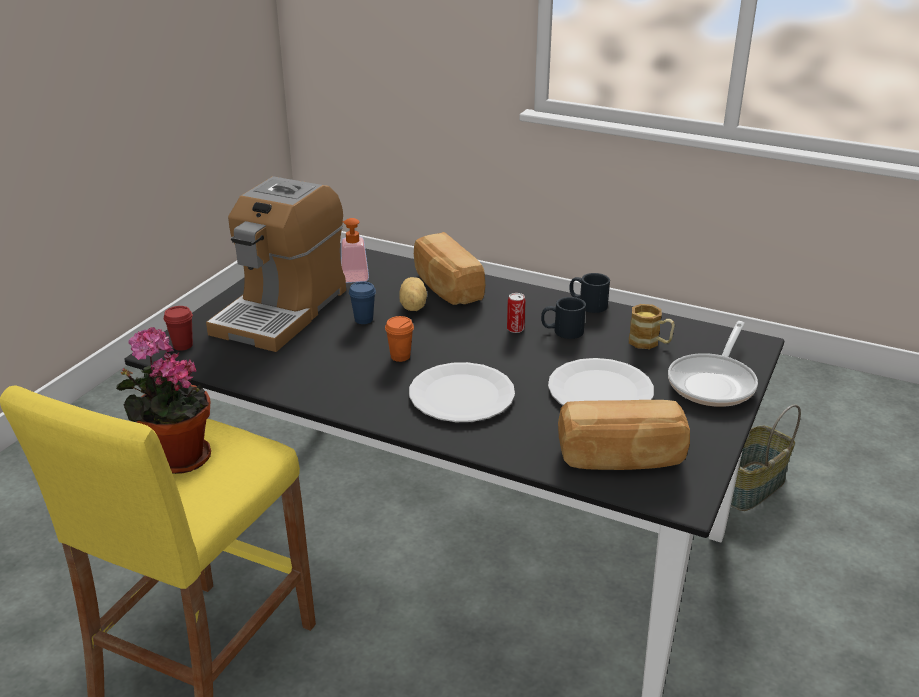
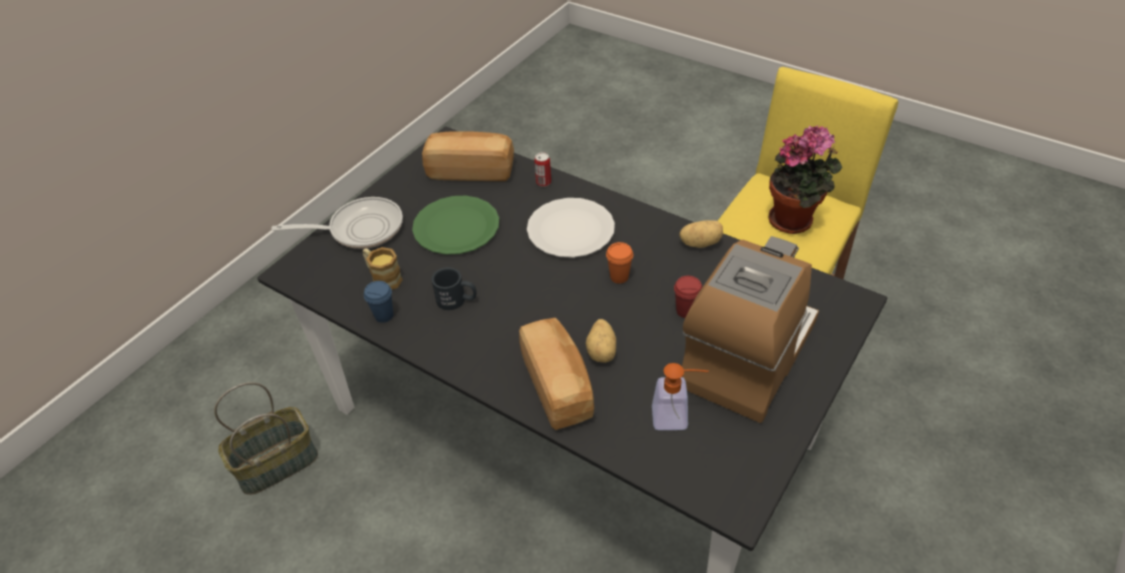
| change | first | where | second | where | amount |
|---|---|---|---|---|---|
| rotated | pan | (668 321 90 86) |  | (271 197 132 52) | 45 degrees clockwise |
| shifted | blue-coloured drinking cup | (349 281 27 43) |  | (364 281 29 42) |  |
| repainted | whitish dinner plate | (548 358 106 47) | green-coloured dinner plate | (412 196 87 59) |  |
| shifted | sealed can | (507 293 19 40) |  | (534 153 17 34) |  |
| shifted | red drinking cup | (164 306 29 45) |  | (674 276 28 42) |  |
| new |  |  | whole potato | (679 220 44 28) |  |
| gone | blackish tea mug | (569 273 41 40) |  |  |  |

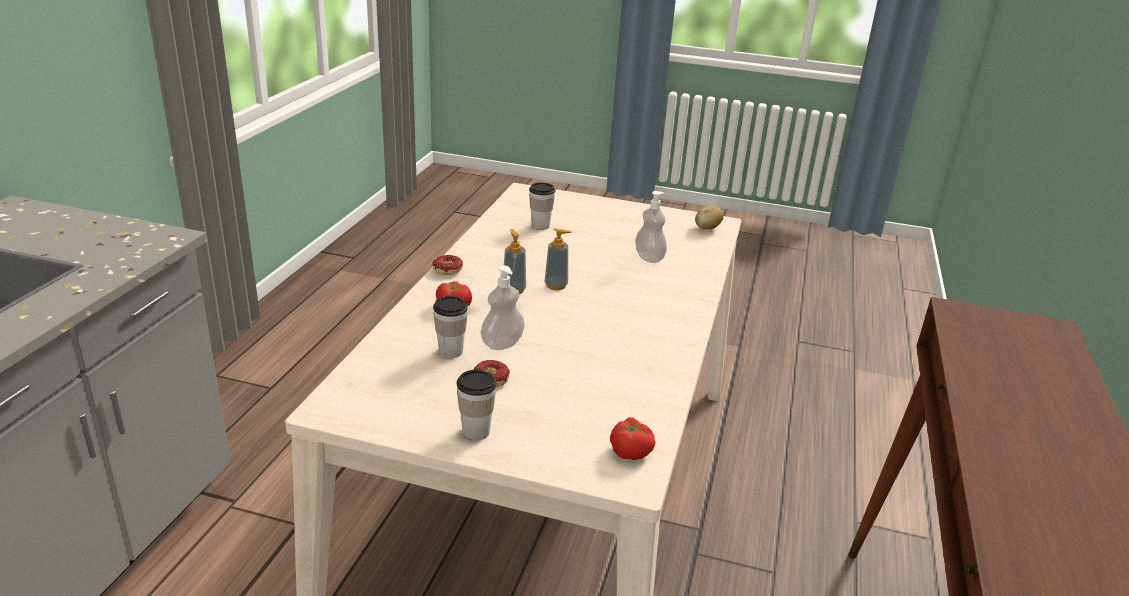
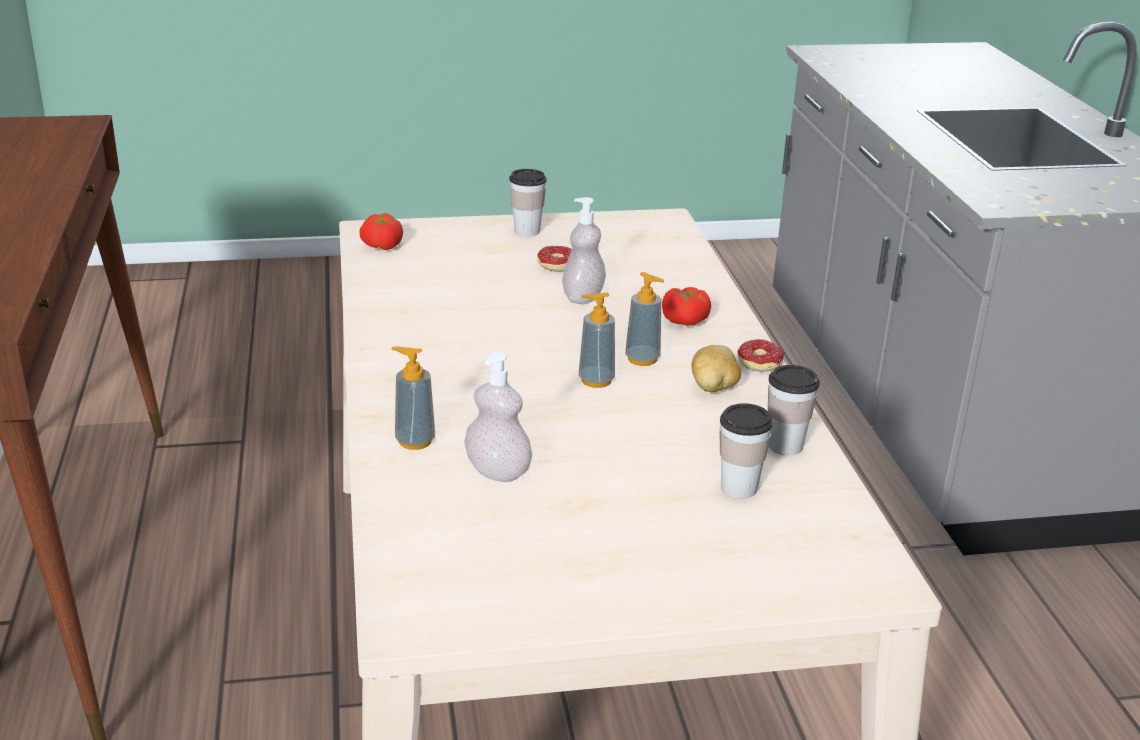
| change | first | where | second | where | amount |
|---|---|---|---|---|---|
| new |  |  | liquid soap bottle | (391 346 44 104) |  |
| shifted | whole potato | (695 206 29 24) |  | (692 345 49 47) |  |
| shifted | drinking cup | (433 296 35 62) |  | (768 365 52 90) |  |

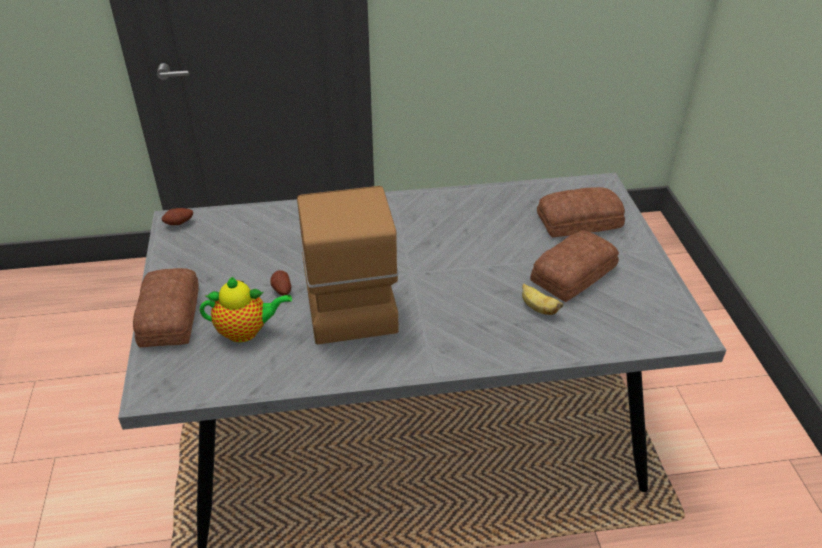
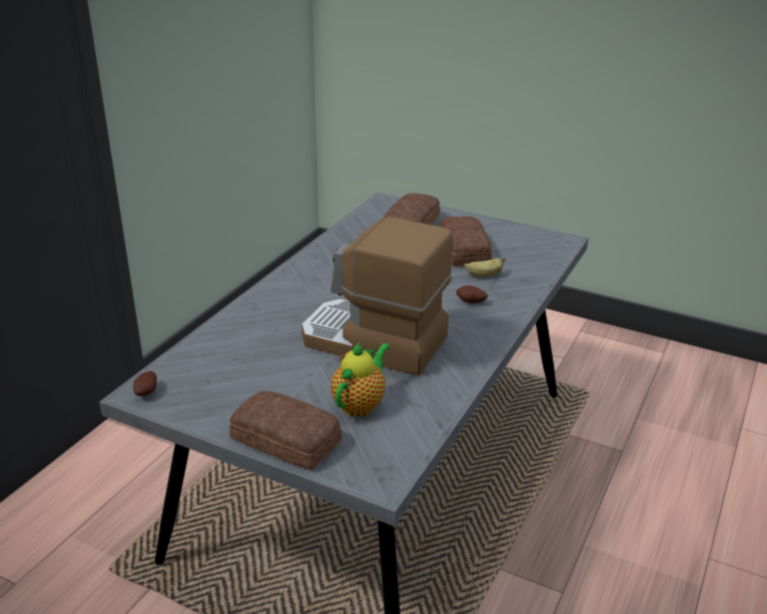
| change | first | where | second | where | amount |
|---|---|---|---|---|---|
| shifted | whole potato | (271 270 20 25) |  | (456 285 32 18) |  |

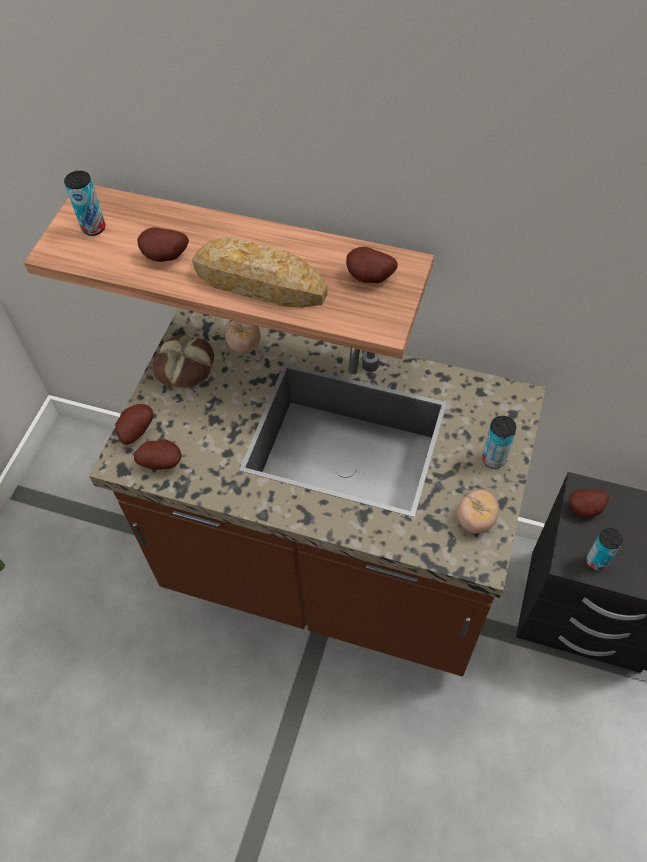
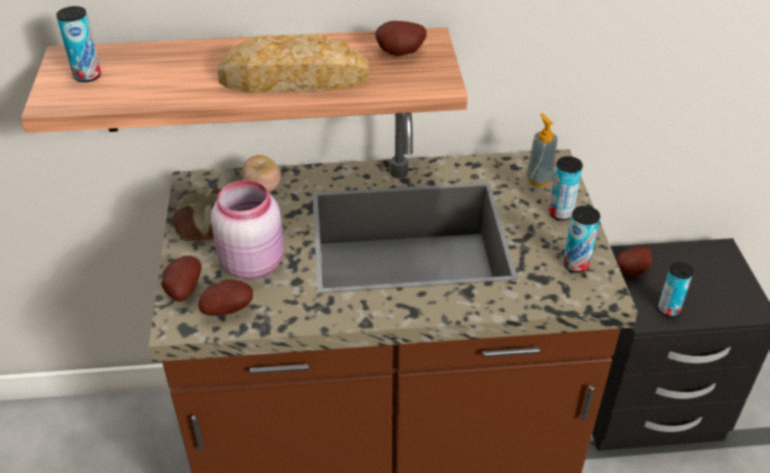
| change | first | where | second | where | amount |
|---|---|---|---|---|---|
| new |  |  | pink storage jar | (211 180 73 99) |  |
| new |  |  | liquid soap bottle | (526 113 32 74) |  |
| swapped | fresh tomato | (457 490 42 44) | sealed can | (563 206 37 67) |  |
| gone | whole potato | (137 227 52 35) |  |  |  |

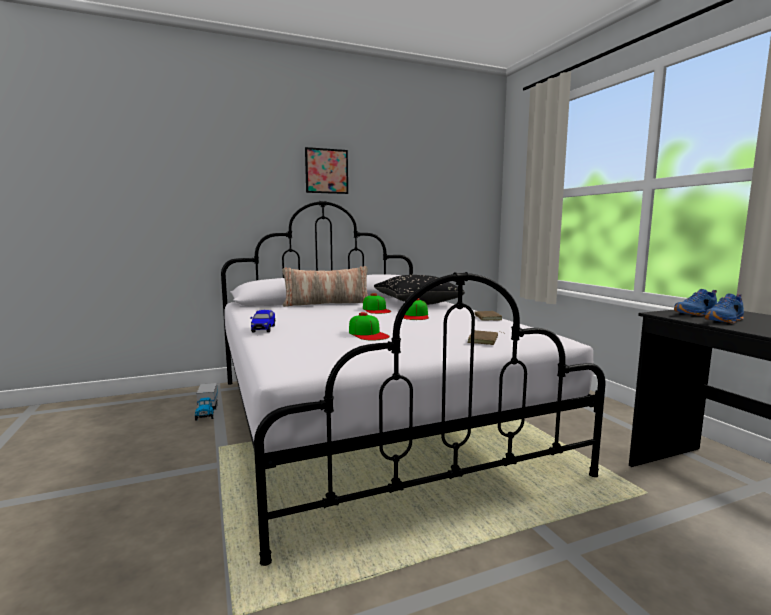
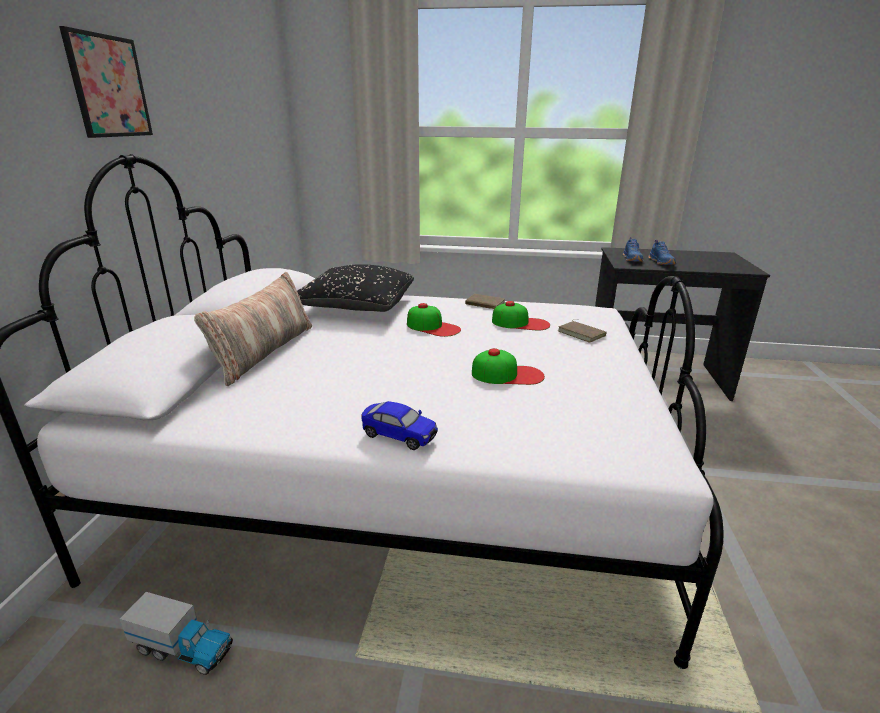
| change | first | where | second | where | amount |
|---|---|---|---|---|---|
| shifted | baseball cap | (363 293 28 21) |  | (492 301 58 29) |  |

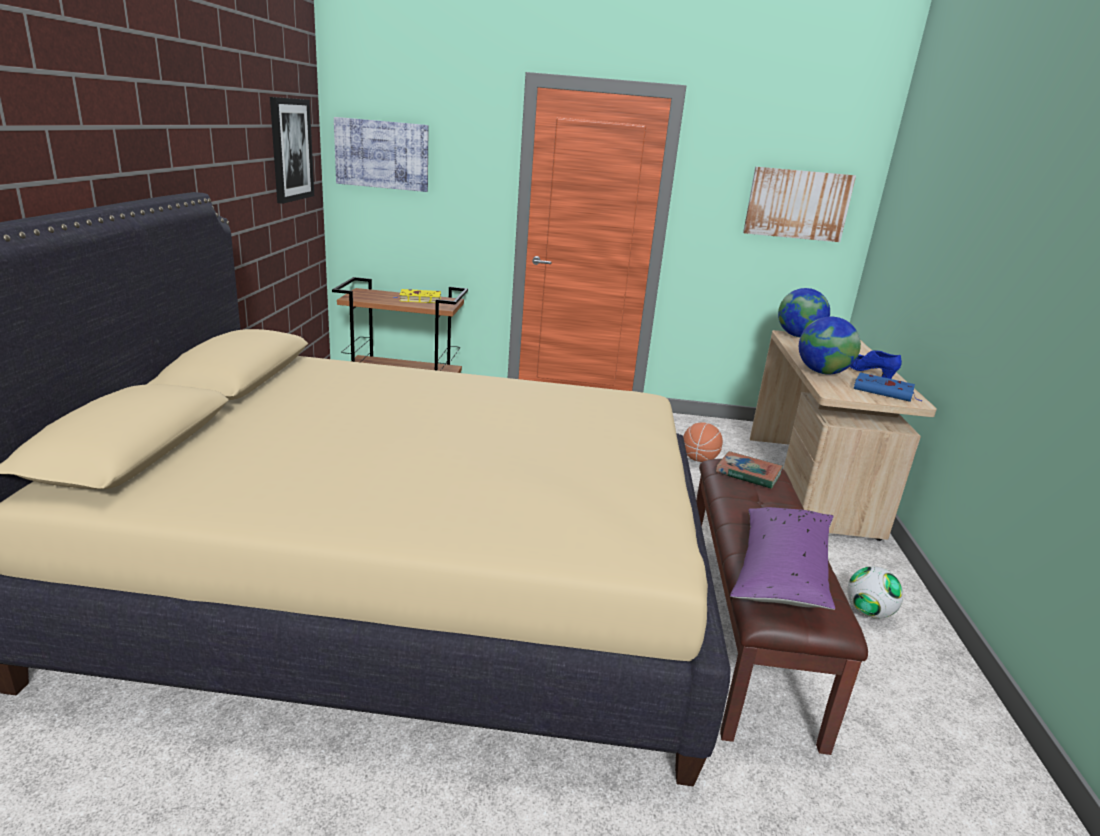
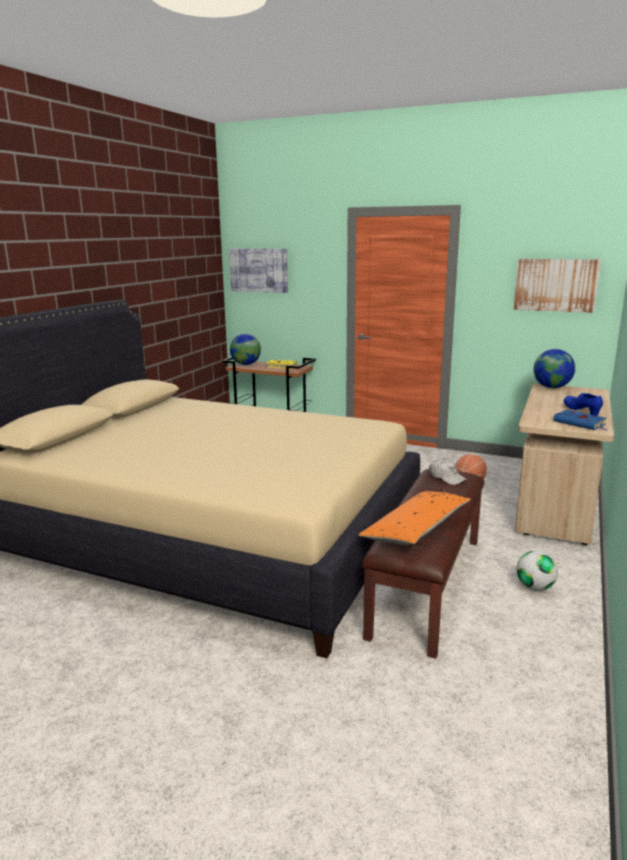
| change | first | where | second | where | amount |
|---|---|---|---|---|---|
| shifted | globe | (799 317 62 57) |  | (230 334 31 31) |  |
| repainted | purple cushion | (730 507 105 103) | orange cushion | (358 491 113 54) |  |
| swapped | bound book | (716 451 67 38) | whitish baseball cap | (429 458 38 27) |  |
| gone | picture | (270 97 44 107) |  |  |  |

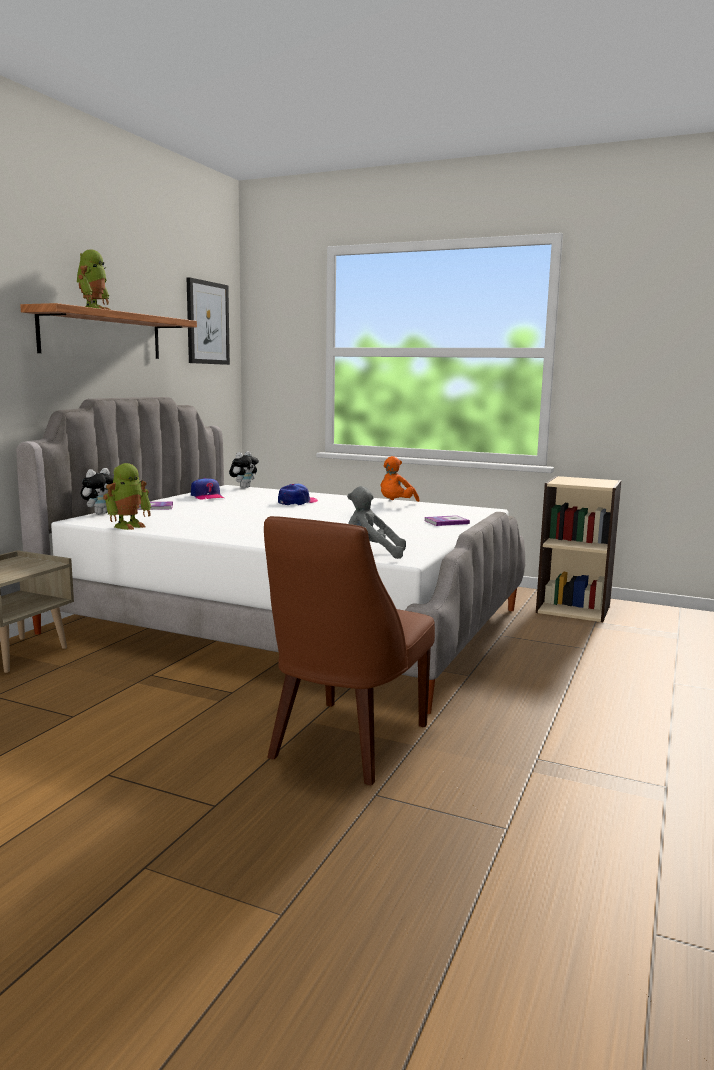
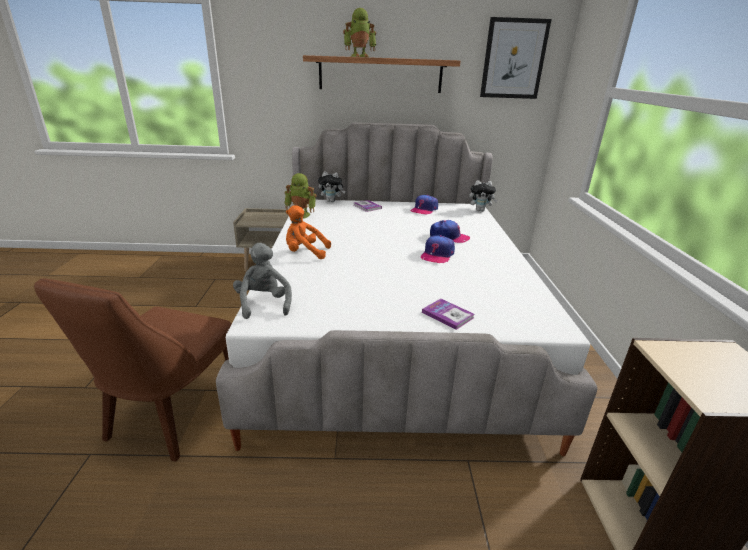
| change | first | where | second | where | amount |
|---|---|---|---|---|---|
| rotated | brownish plain chair | (264 516 171 269) |  | (34 278 197 184) | 75 degrees counterclockwise |
| shifted | orange cuddly toy | (380 456 40 46) |  | (286 205 45 54) |  |
| new |  |  | baseball cap | (421 235 34 29) |  |

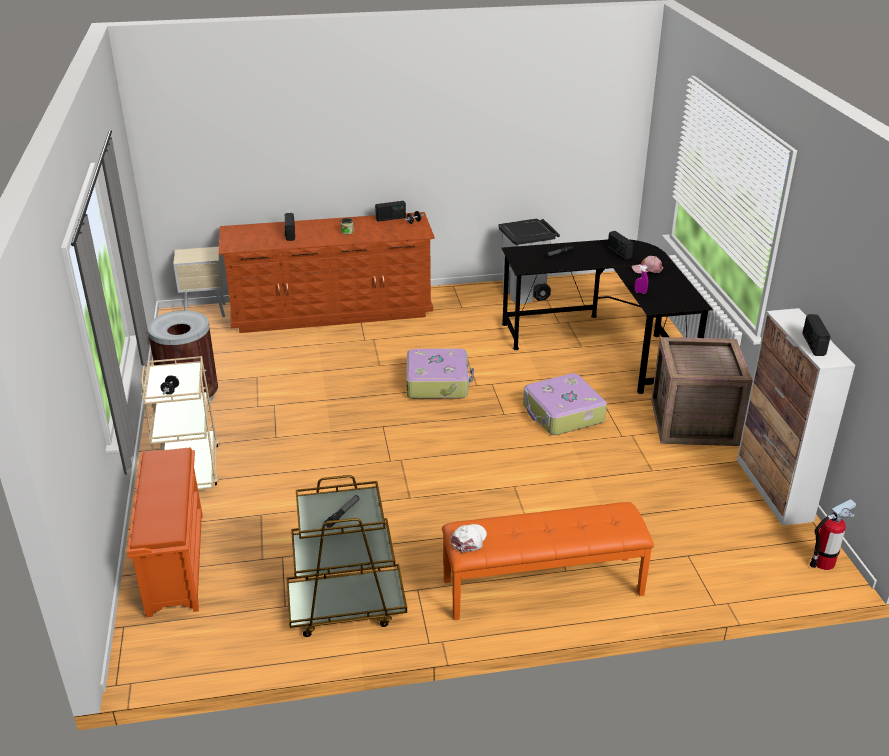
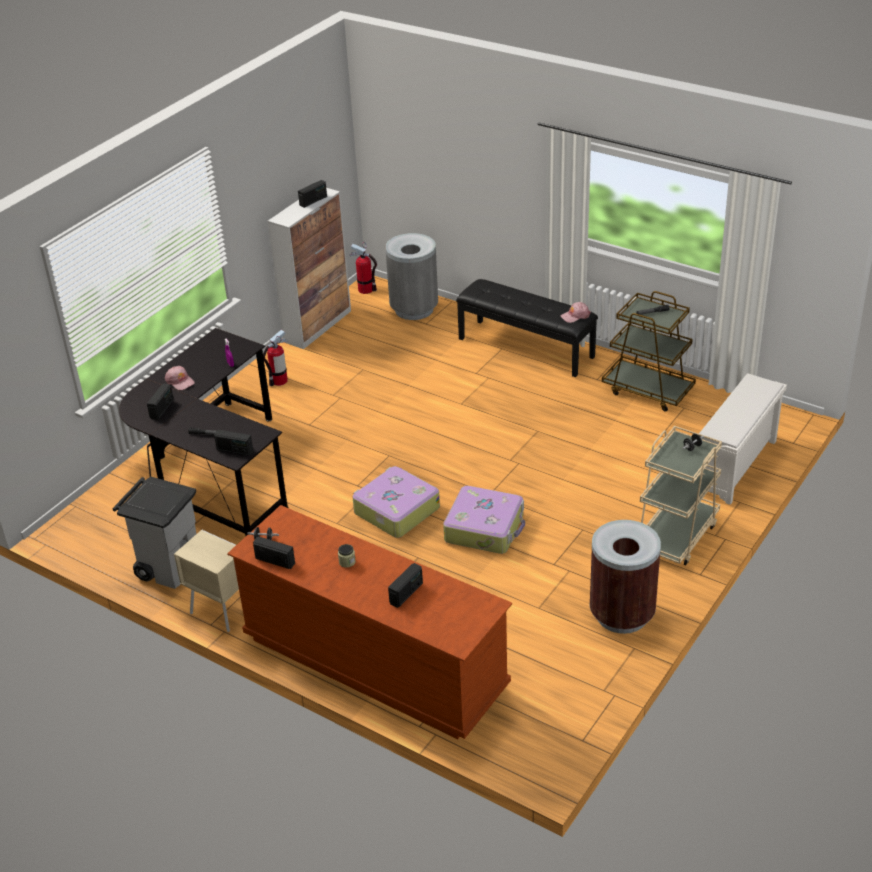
| change | first | where | second | where | amount |
|---|---|---|---|---|---|
| shifted | beige bedside table | (173 247 52 71) |  | (174 530 65 102) |  |
| new |  |  | radio set | (214 430 39 26) |  |
| swapped | crate | (651 337 102 109) | fire extinguisher | (263 330 25 56) |  |
| new |  |  | gray trash can | (385 233 53 87) |  |
| shifted | suitcase | (523 373 84 62) |  | (443 486 82 68) |  |
| repainted | orange indoor bench | (442 502 212 118) | blackish indoor bench | (456 279 142 98) |  |
| repainted | whitish baseball cap | (450 524 37 29) | pink baseball cap | (561 302 30 21) |  |
| repainted | orange shoe rack | (127 448 76 170) | whitish shoe rack | (699 373 88 132) |  |

